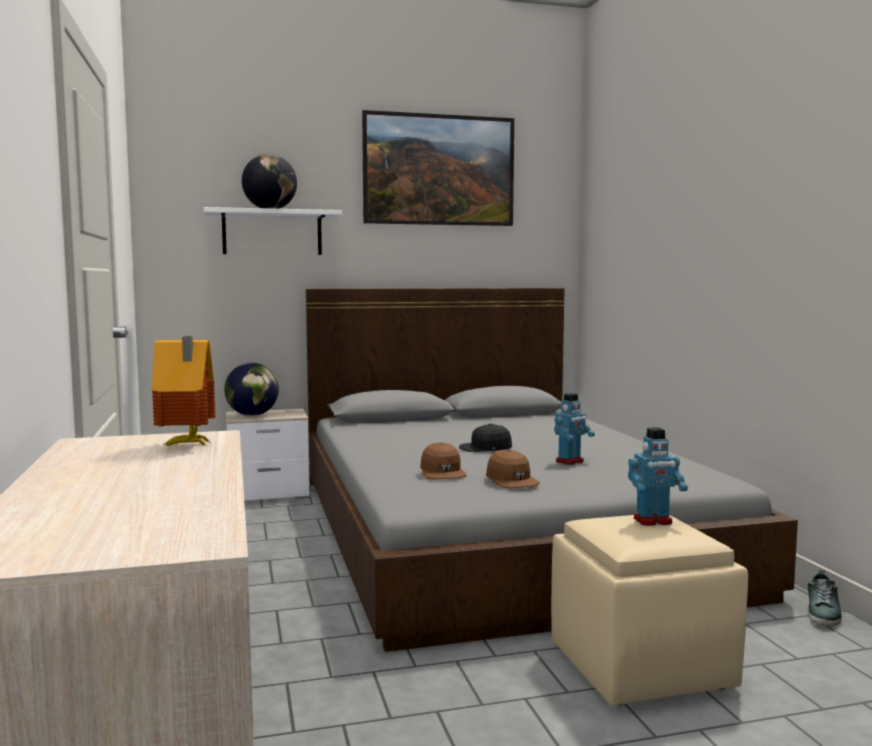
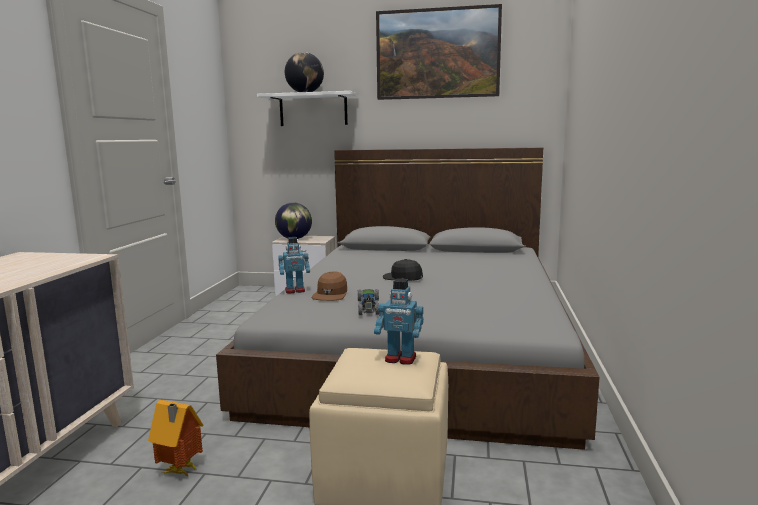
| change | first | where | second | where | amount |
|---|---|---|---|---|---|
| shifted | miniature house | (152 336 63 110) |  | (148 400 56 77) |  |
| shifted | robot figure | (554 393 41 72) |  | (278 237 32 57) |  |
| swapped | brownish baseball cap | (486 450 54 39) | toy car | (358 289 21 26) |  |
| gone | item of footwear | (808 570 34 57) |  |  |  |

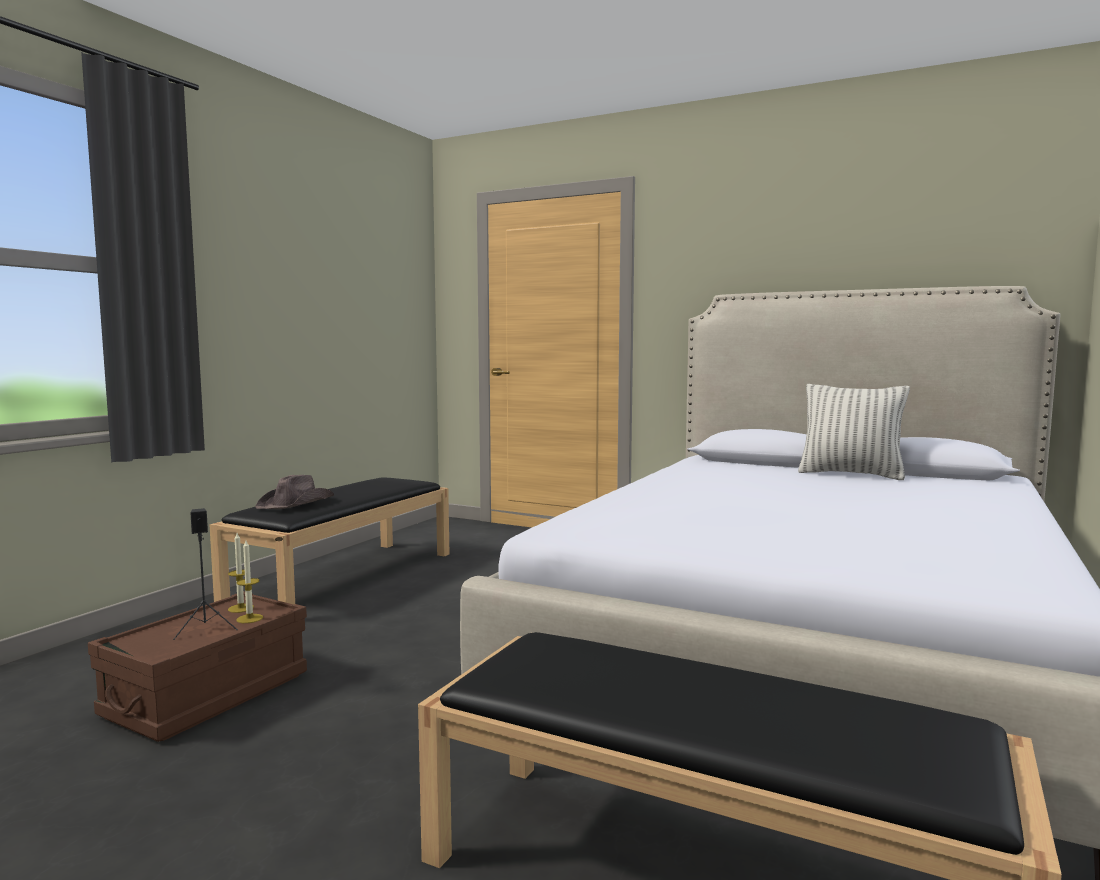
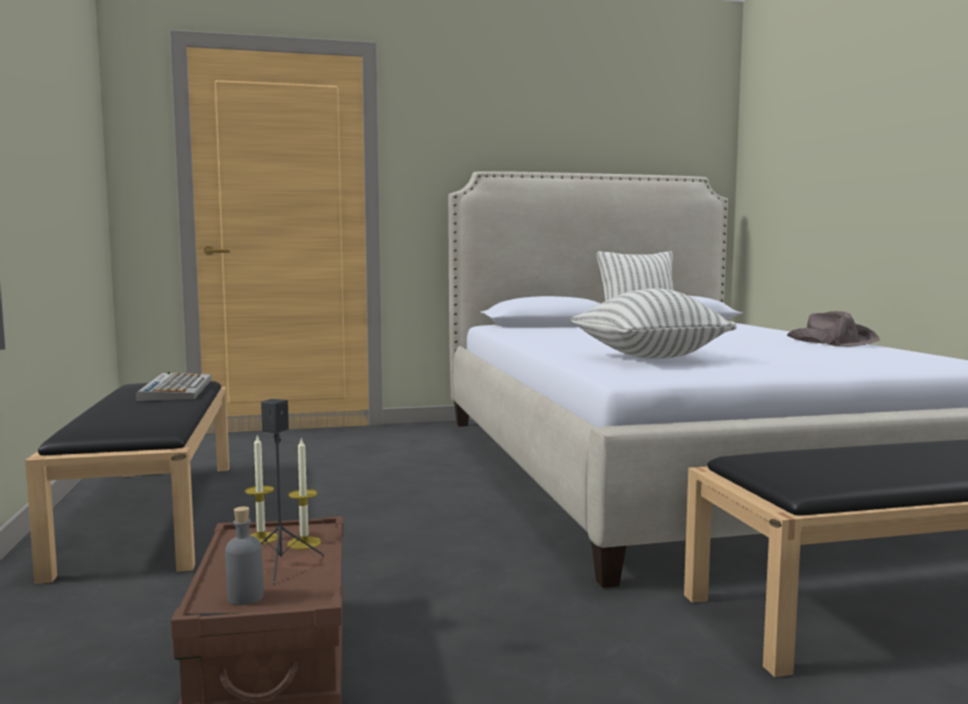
| change | first | where | second | where | amount |
|---|---|---|---|---|---|
| new |  |  | computer keyboard | (136 372 76 29) |  |
| new |  |  | gray beverage bottle | (225 506 39 99) |  |
| new |  |  | cushion | (571 289 166 70) |  |
| shifted | brownish clothing hat | (255 475 79 34) |  | (787 311 92 36) |  |

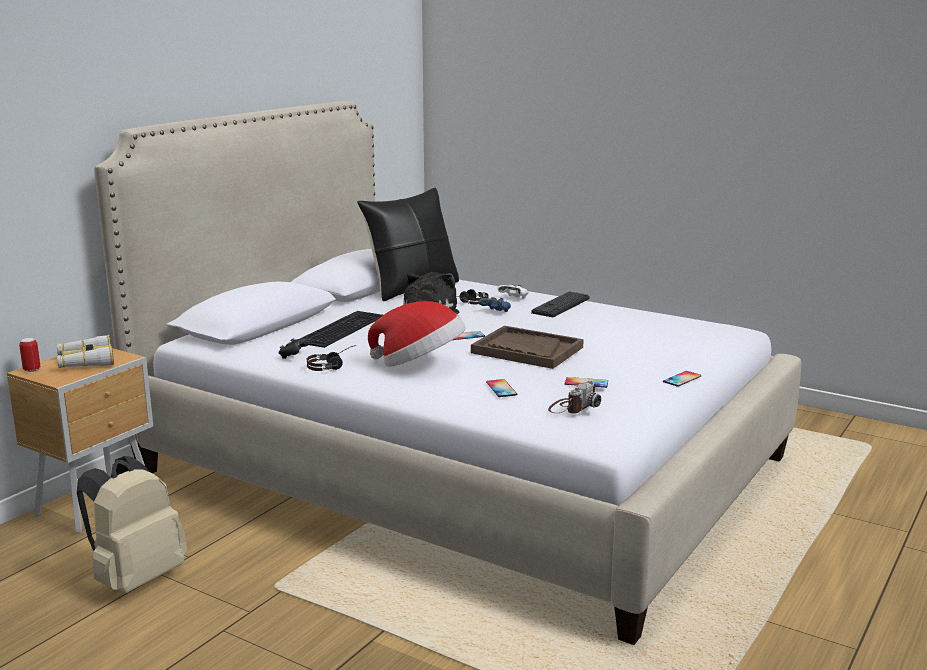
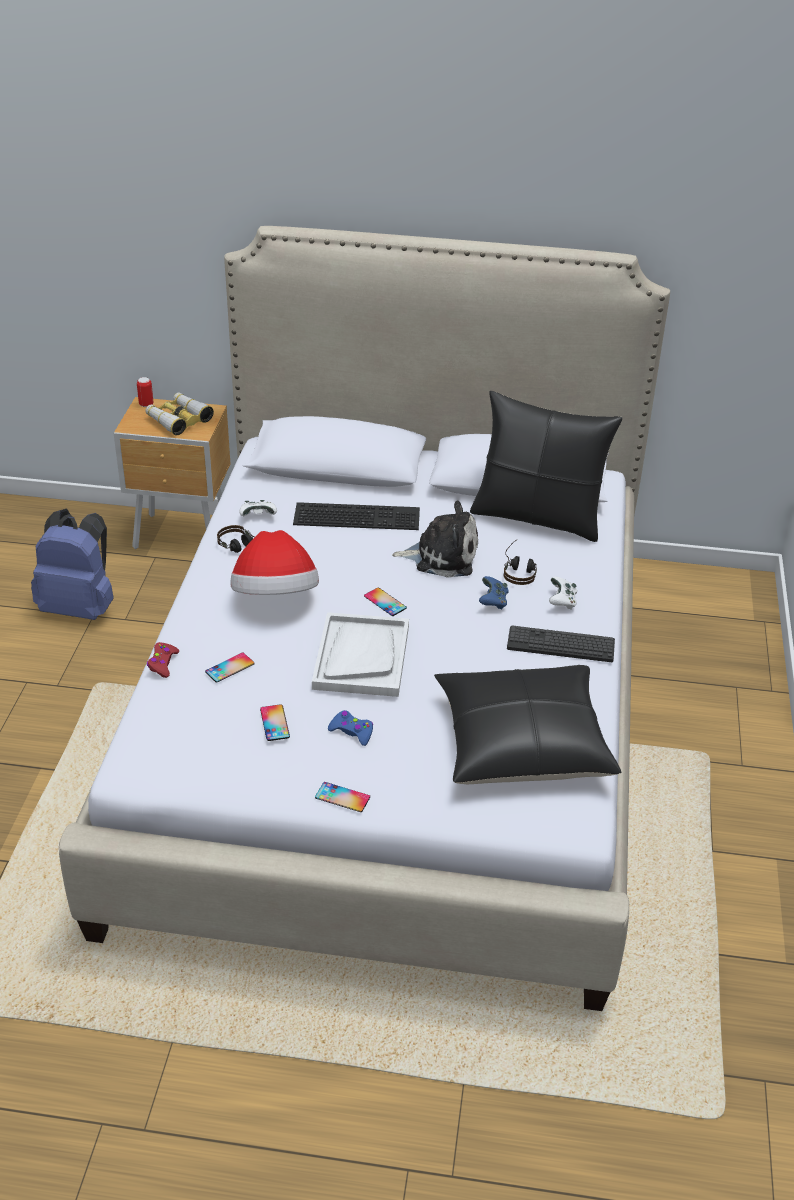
| change | first | where | second | where | amount |
|---|---|---|---|---|---|
| repainted | beige knapsack | (77 456 110 137) | blue-coloured knapsack | (31 509 83 111) |  |
| new |  |  | red joypad | (147 642 32 36) |  |
| repainted | blackish joypad | (279 338 33 21) | whitish joypad | (239 500 38 16) |  |
| repainted | brownish tray | (471 326 113 43) | whitish tray | (312 612 97 85) |  |
| new |  |  | blue-coloured joypad | (328 710 45 36) |  |
| new |  |  | blackish cushion | (434 665 187 119) |  |
| gone | still camera | (548 381 53 33) |  |  |  |

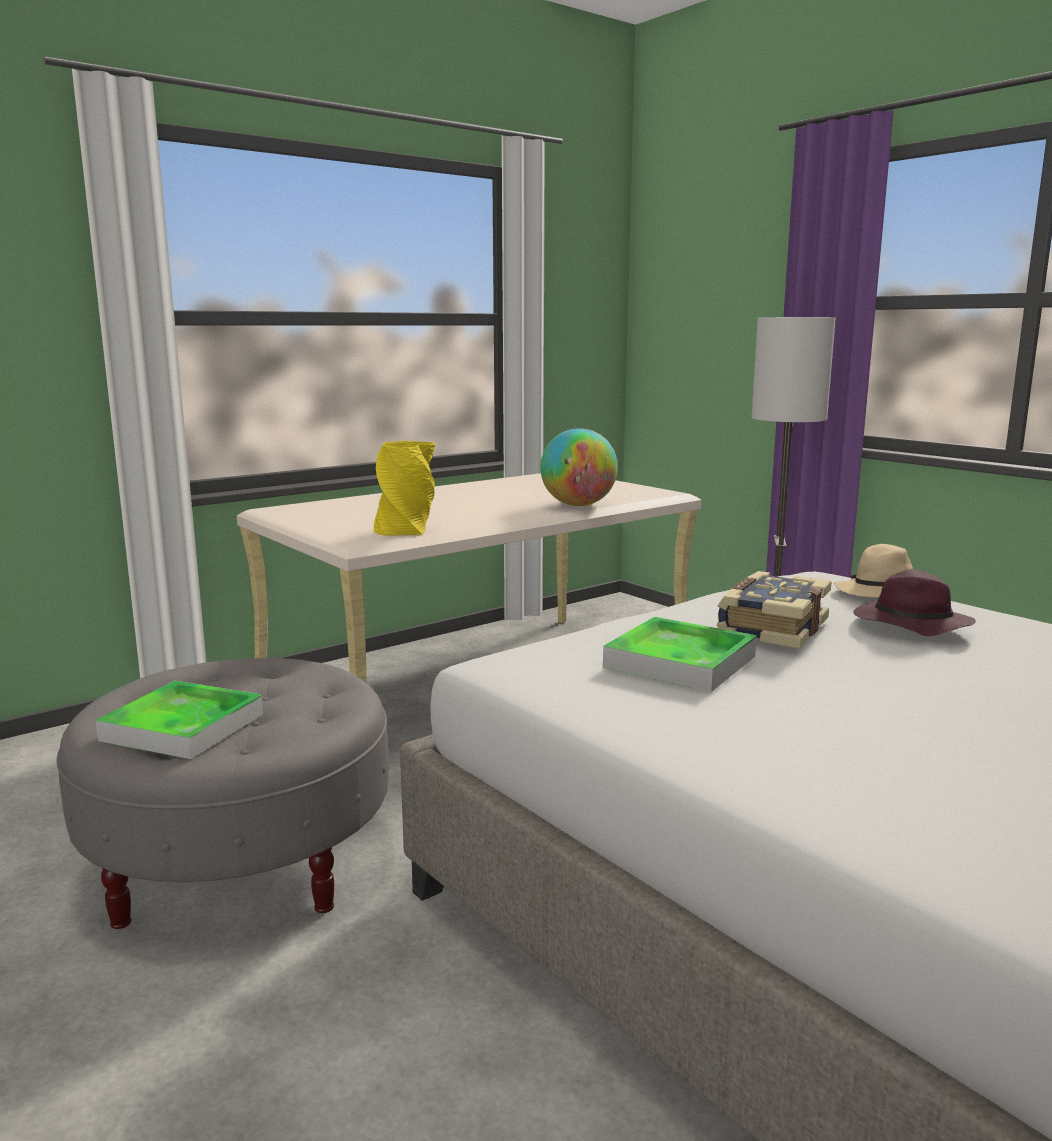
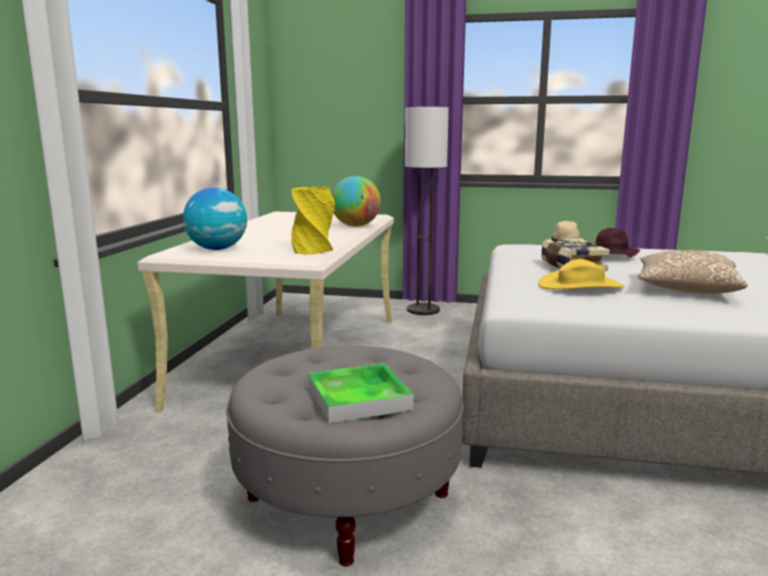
| change | first | where | second | where | amount |
|---|---|---|---|---|---|
| new |  |  | globe | (183 188 64 62) |  |
| swapped | tray | (603 617 154 75) | yellow-coloured clothing hat | (538 259 86 31) |  |
| new |  |  | cushion | (637 250 110 44) |  |

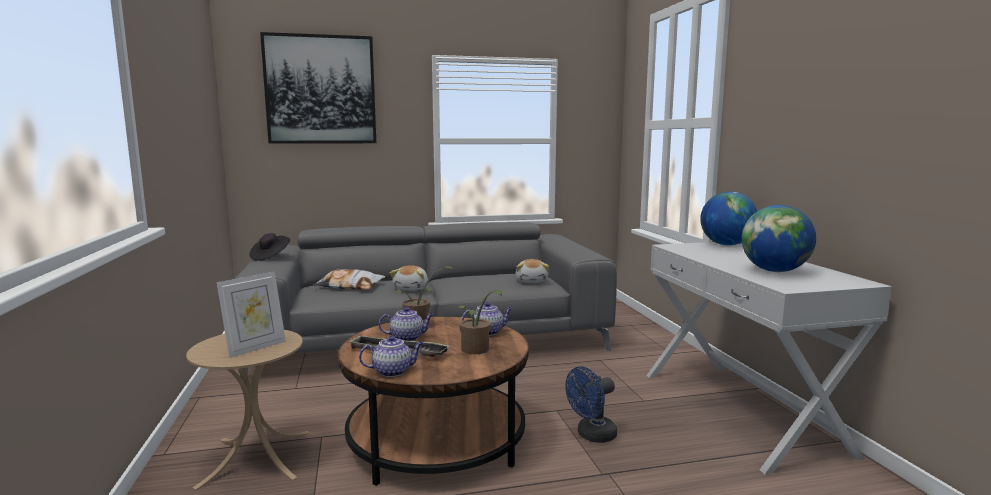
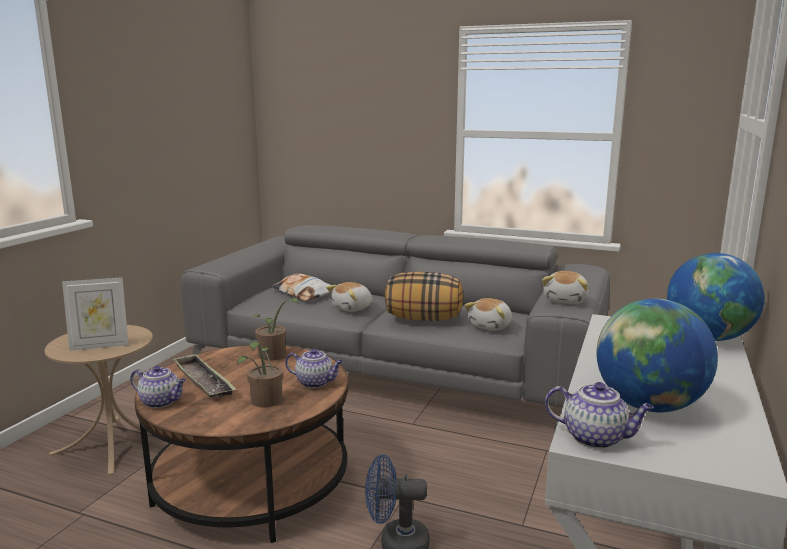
| change | first | where | second | where | amount |
|---|---|---|---|---|---|
| new |  |  | cushion | (385 272 78 49) |  |
| new |  |  | cuddly toy | (542 271 47 33) |  |
| shifted | tea pot | (379 307 55 34) |  | (545 382 109 67) |  |
| gone | blackish clothing hat | (249 233 41 28) |  |  |  |
| gone | picture | (260 32 116 112) |  |  |  |

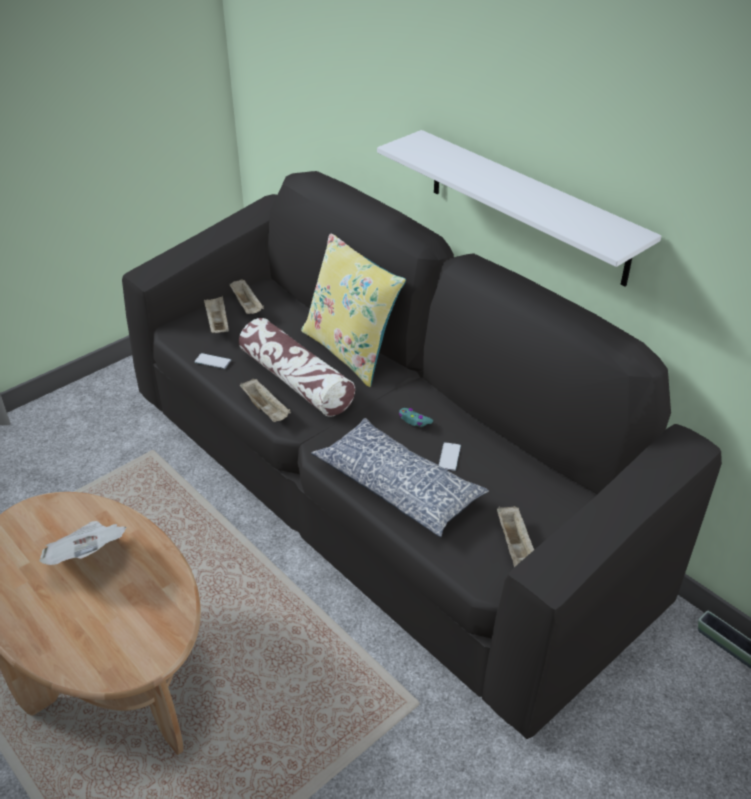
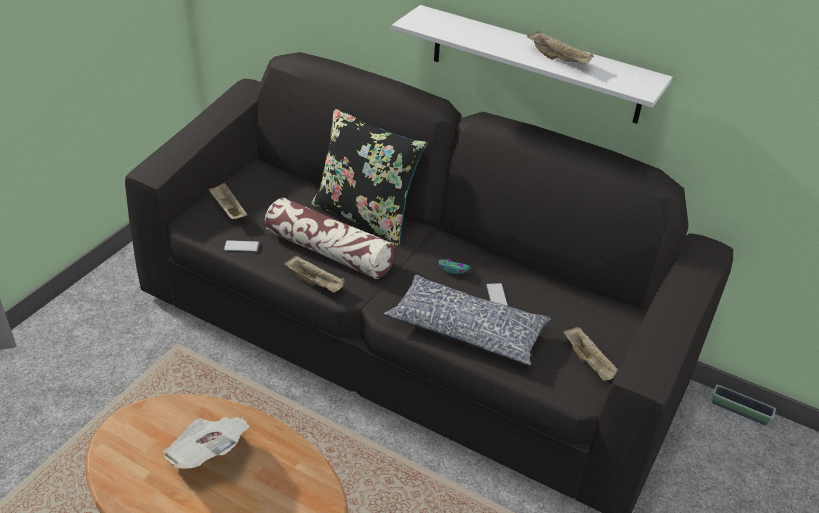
| change | first | where | second | where | amount |
|---|---|---|---|---|---|
| repainted | yellow-coloured cushion | (301 233 105 154) | blackish cushion | (311 109 117 137) |  |
| shifted | beige tray | (229 279 35 35) |  | (527 31 67 33) |  |

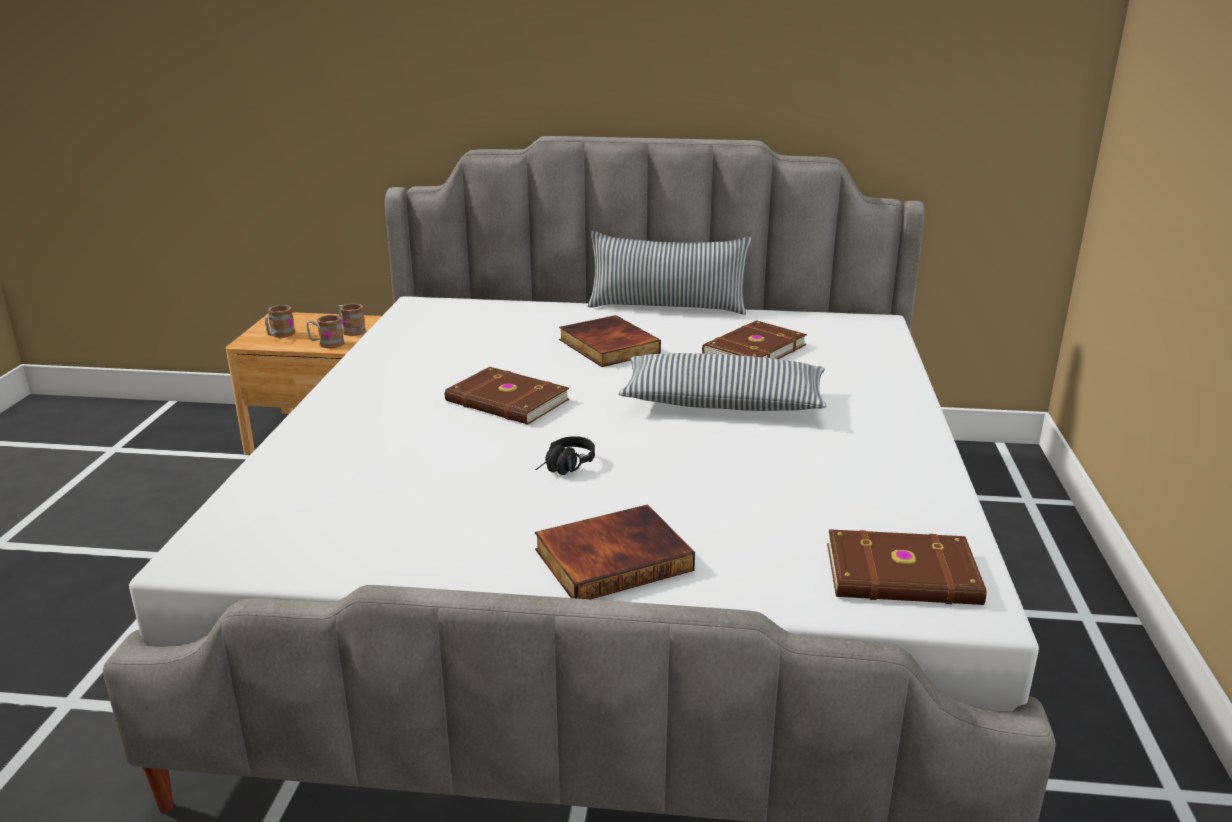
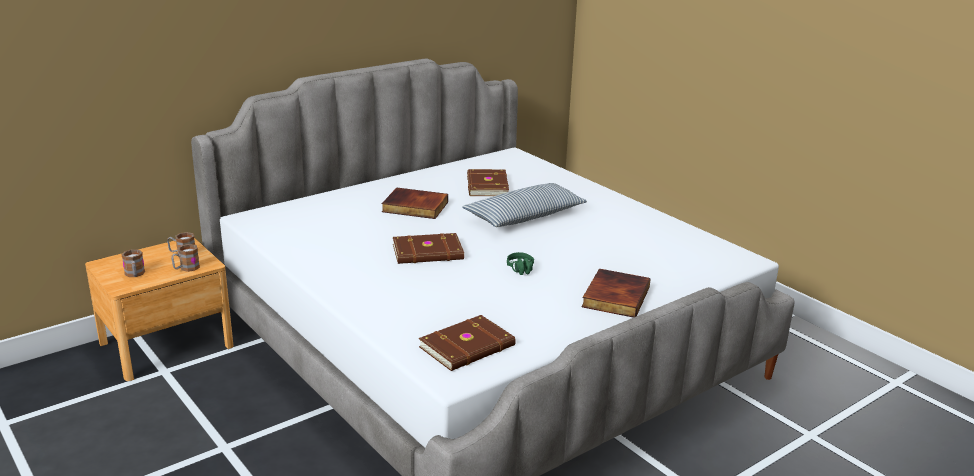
| change | first | where | second | where | amount |
|---|---|---|---|---|---|
| shifted | brownish bound book | (827 529 160 76) |  | (419 315 97 56) |  |
| repainted | blackish headphones | (535 436 60 39) | green-coloured headphones | (507 252 27 23) |  |
| gone | cushion | (588 231 164 84) |  |  |  |

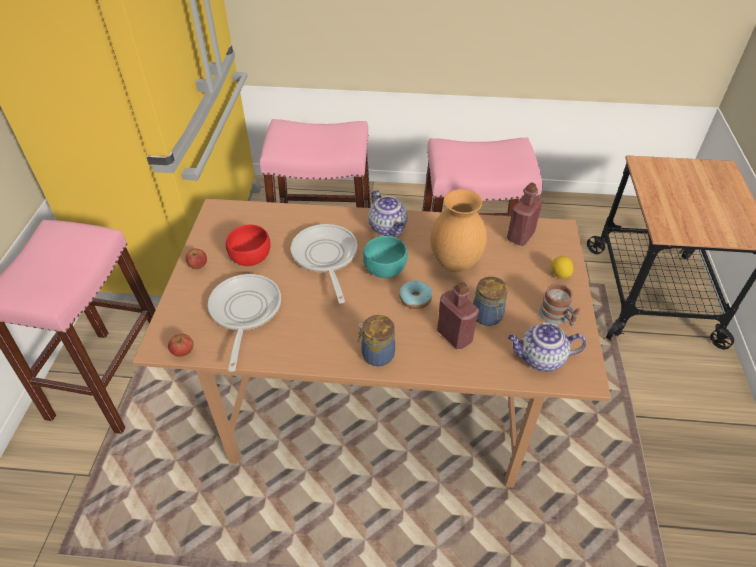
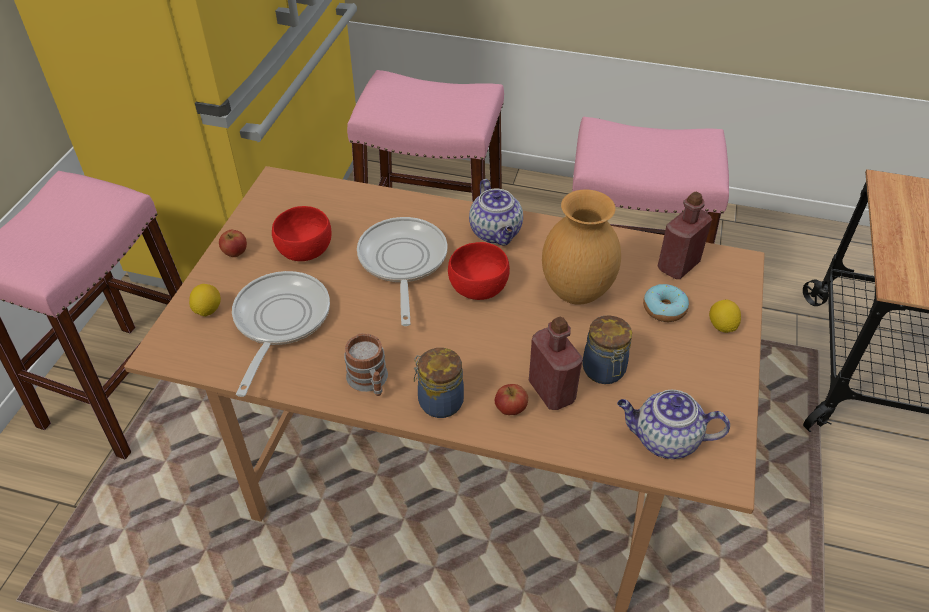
| change | first | where | second | where | amount |
|---|---|---|---|---|---|
| new |  |  | lemon | (189 284 32 33) |  |
| shifted | tea mug | (538 283 42 43) |  | (344 333 44 63) |  |
| repainted | turquoise serving bowl | (363 236 45 42) | red serving bowl | (448 242 62 58) |  |
| shifted | whole apple | (168 334 25 23) |  | (495 384 33 31) |  |
| shifted | ring doughnut | (399 281 33 28) |  | (643 284 46 38) |  |

